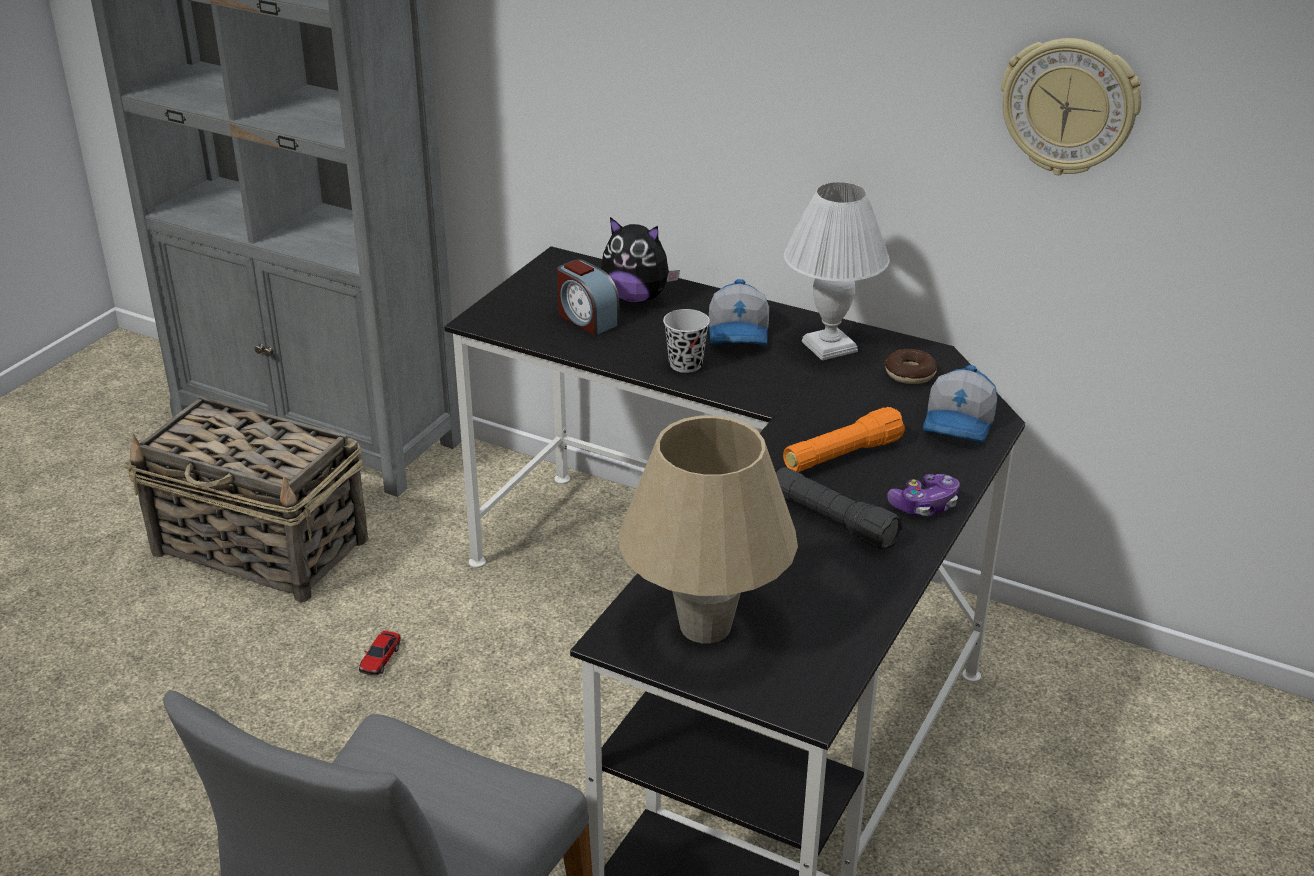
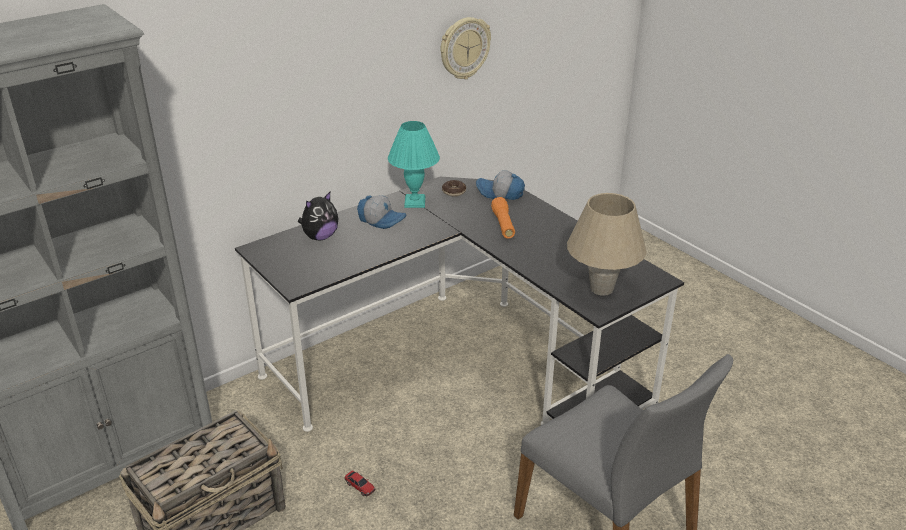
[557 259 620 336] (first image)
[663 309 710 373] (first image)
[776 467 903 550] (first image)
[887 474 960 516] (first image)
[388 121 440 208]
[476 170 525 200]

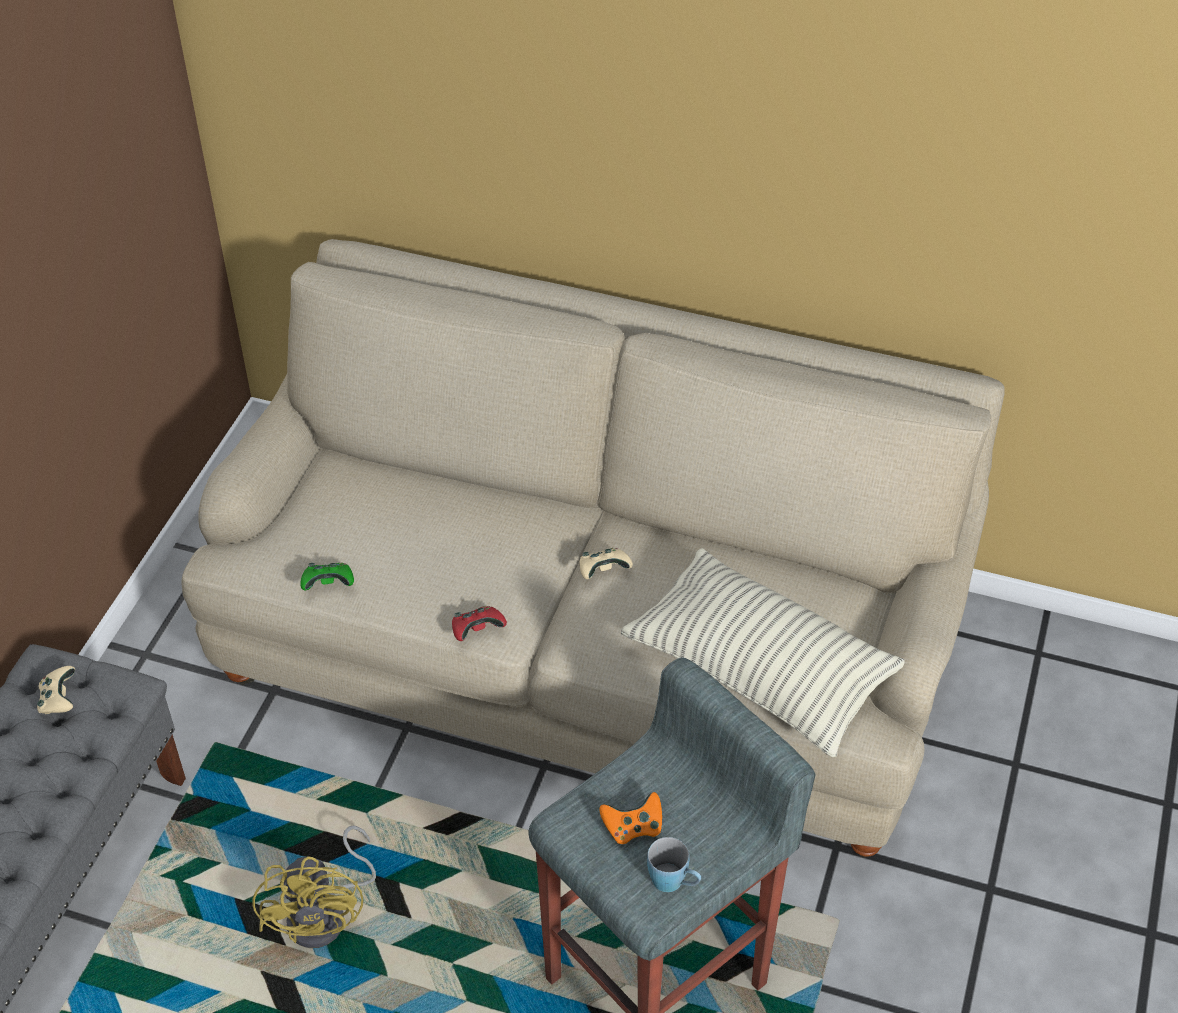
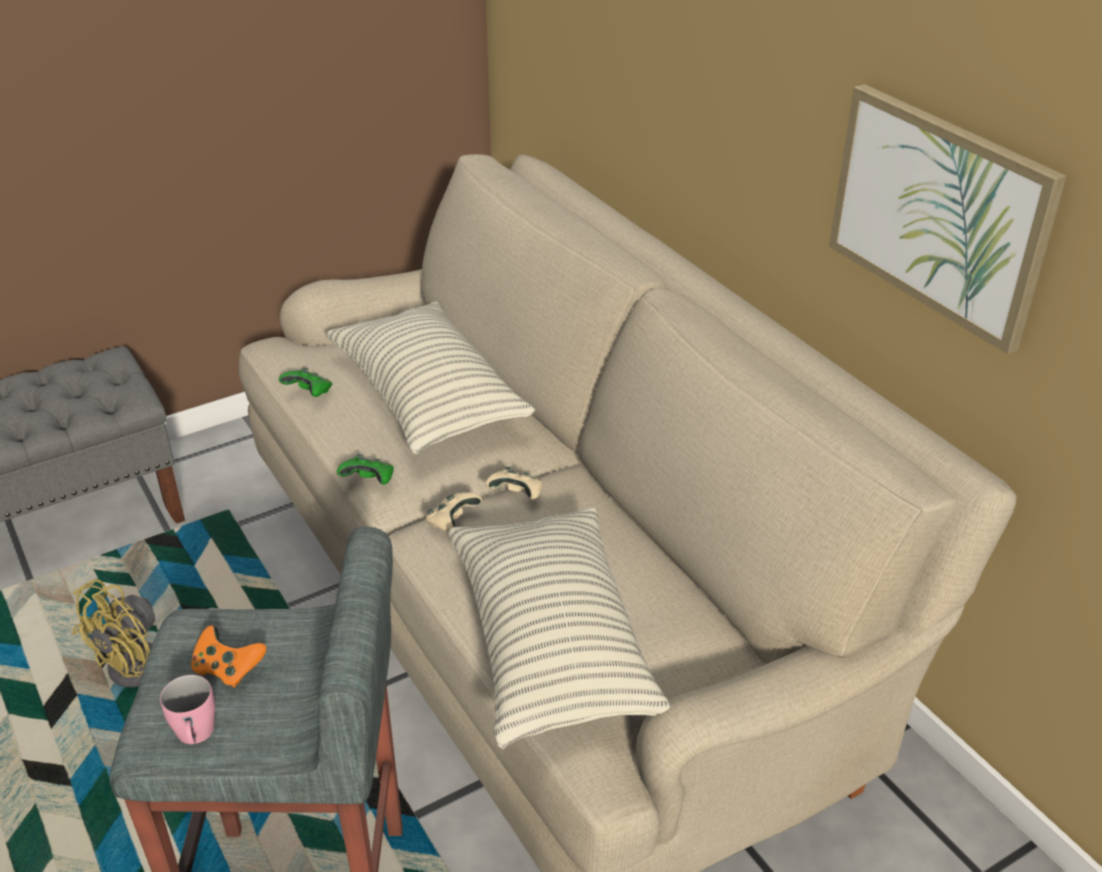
[326 302 535 454]
[829 84 1066 354]
[425 492 482 532]
[337 454 394 485]
[160 675 215 745]

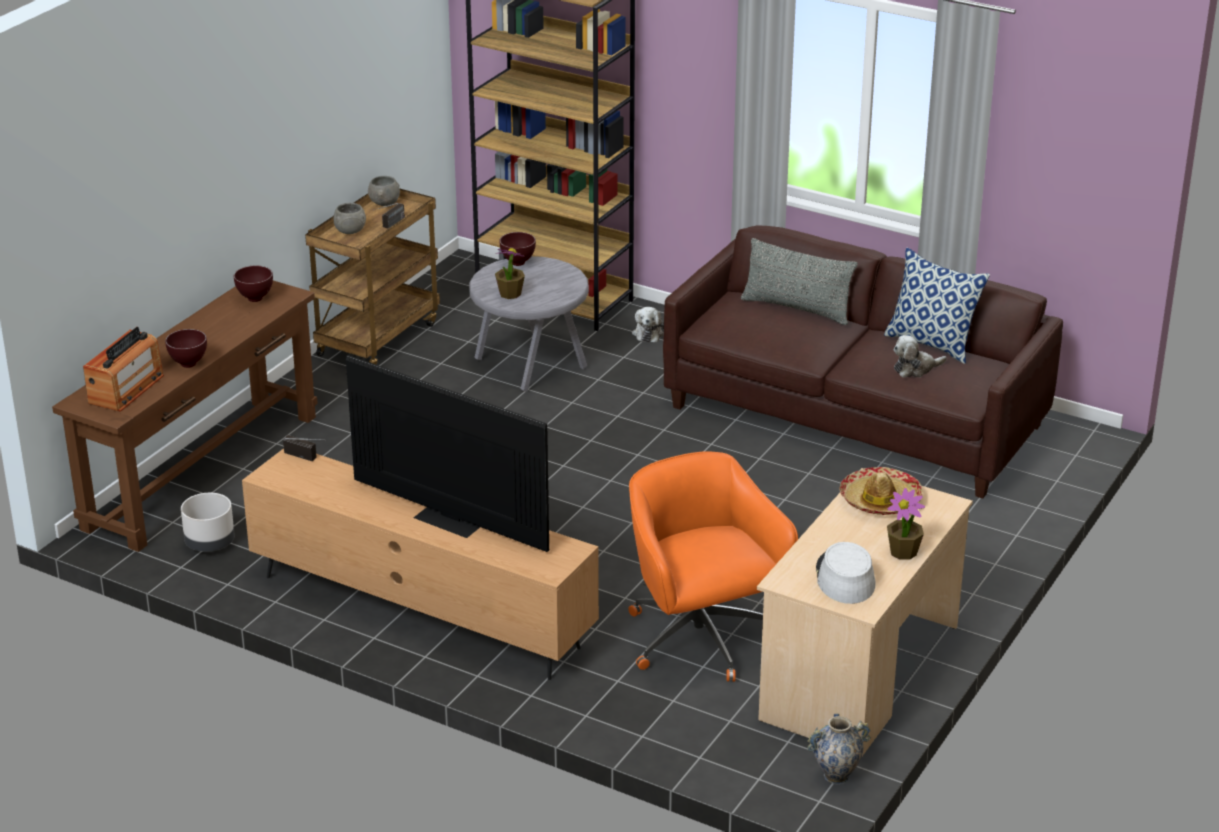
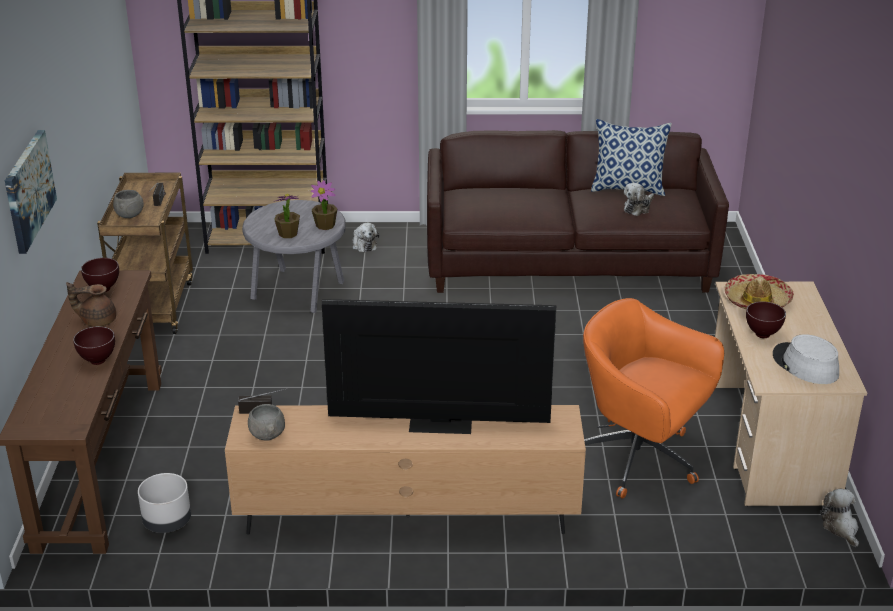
[83 327 164 412] (first image)
[741 238 858 325] (first image)
[5 130 57 254]
[66 282 116 327]
[248 404 285 440]
[746 301 786 338]
[311 180 338 230]
[821 489 859 547]

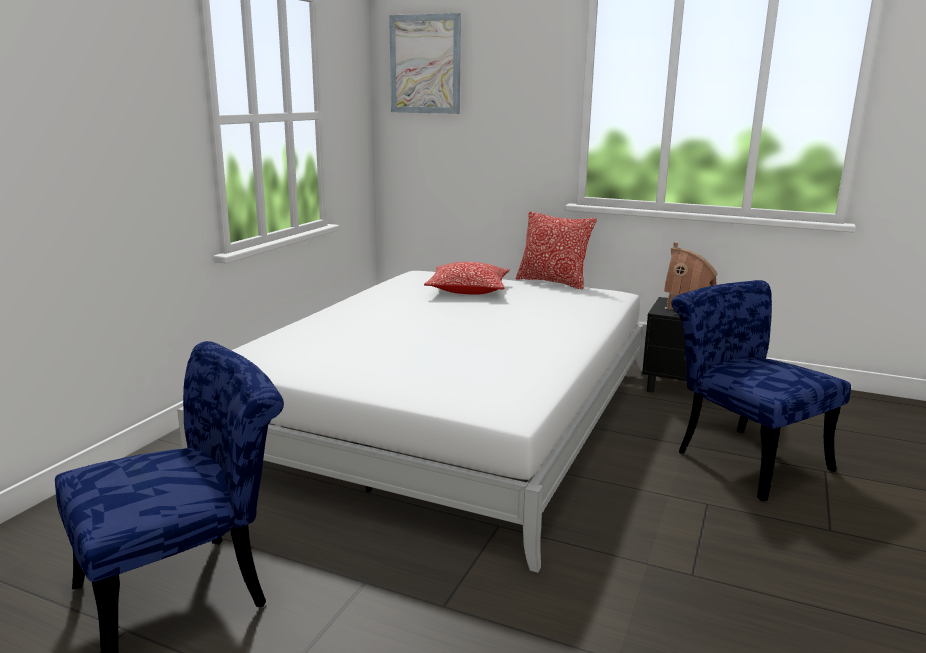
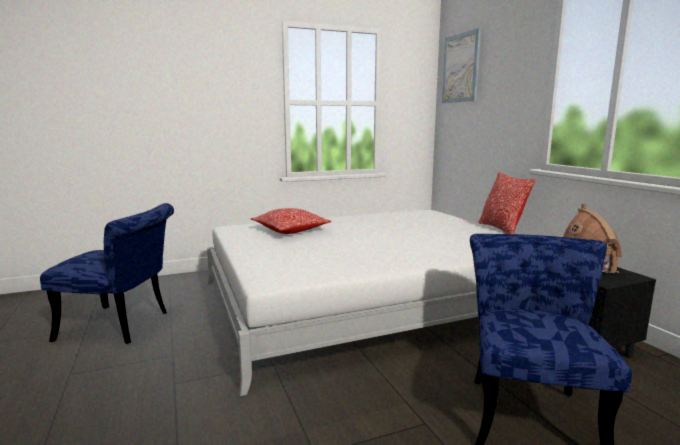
[251 208 331 234]

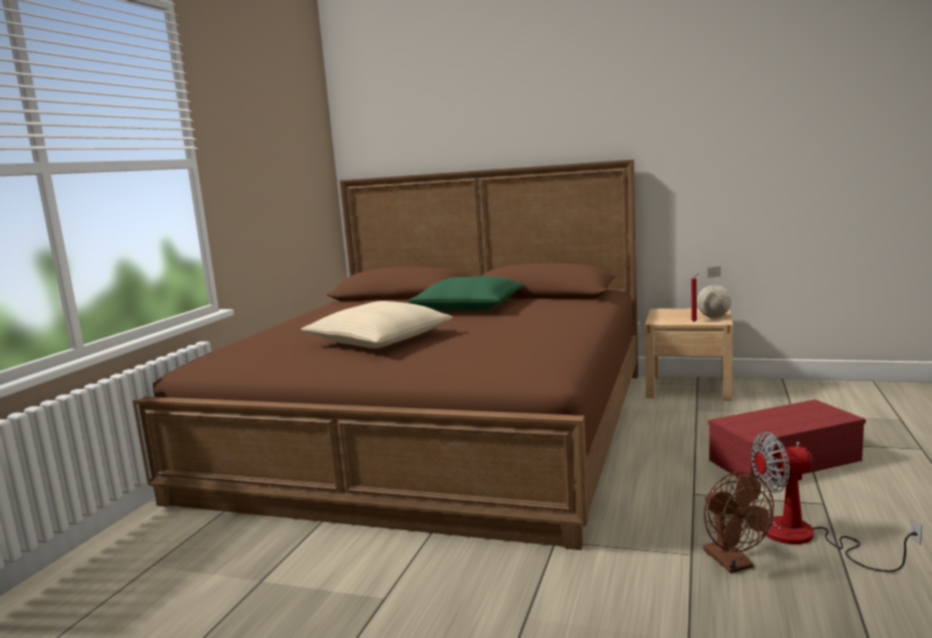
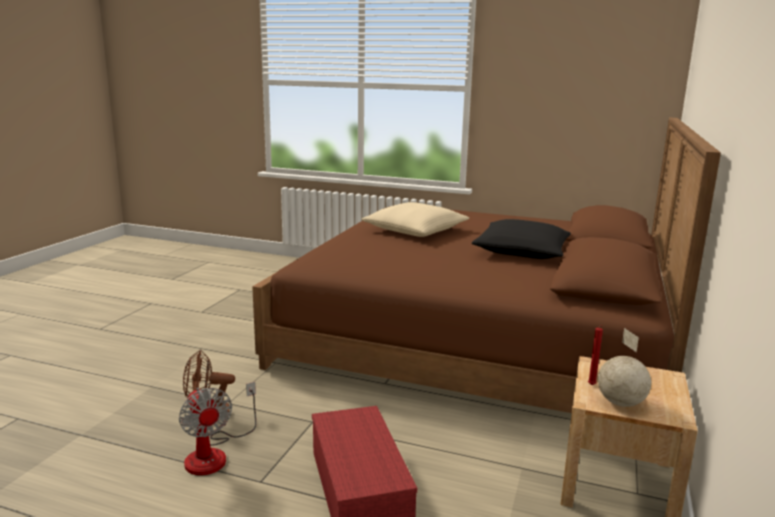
[472 219 571 259]
[179 382 256 475]

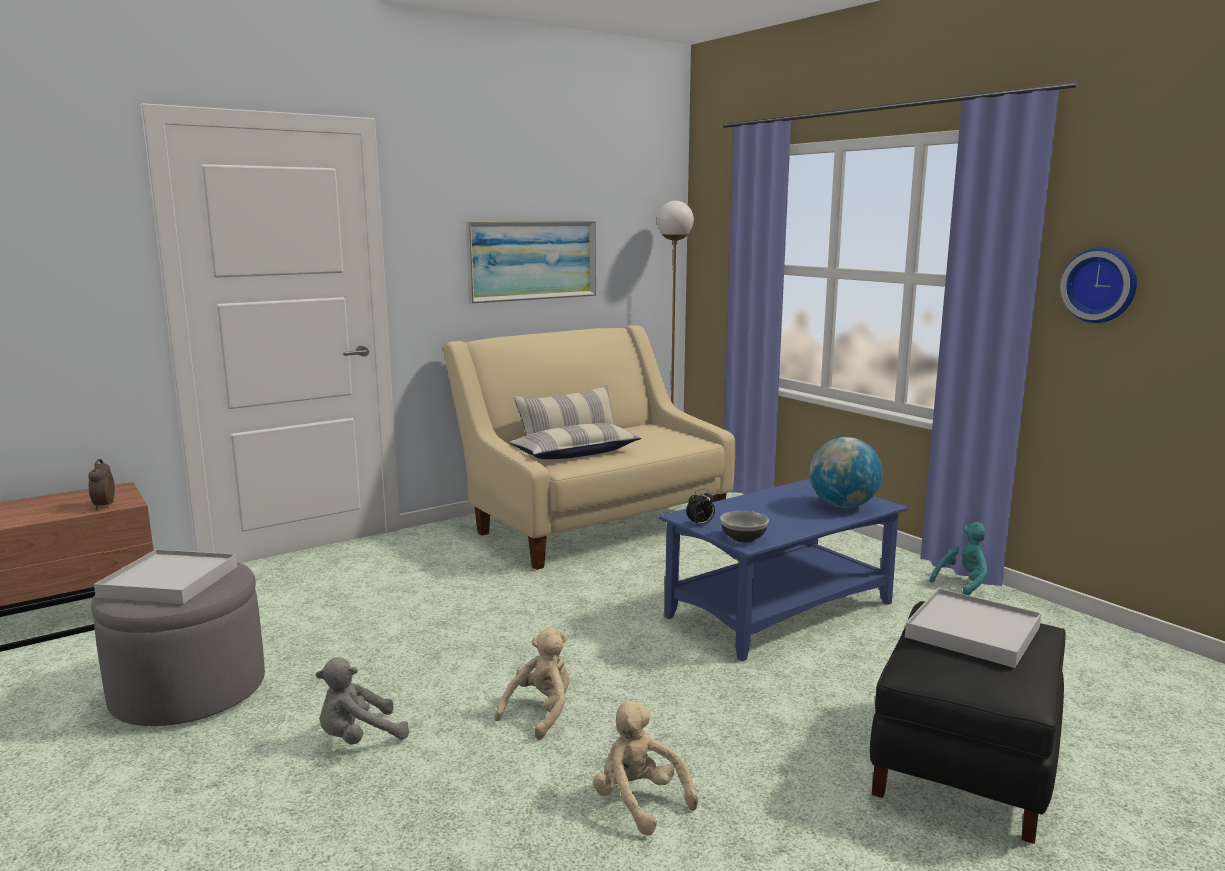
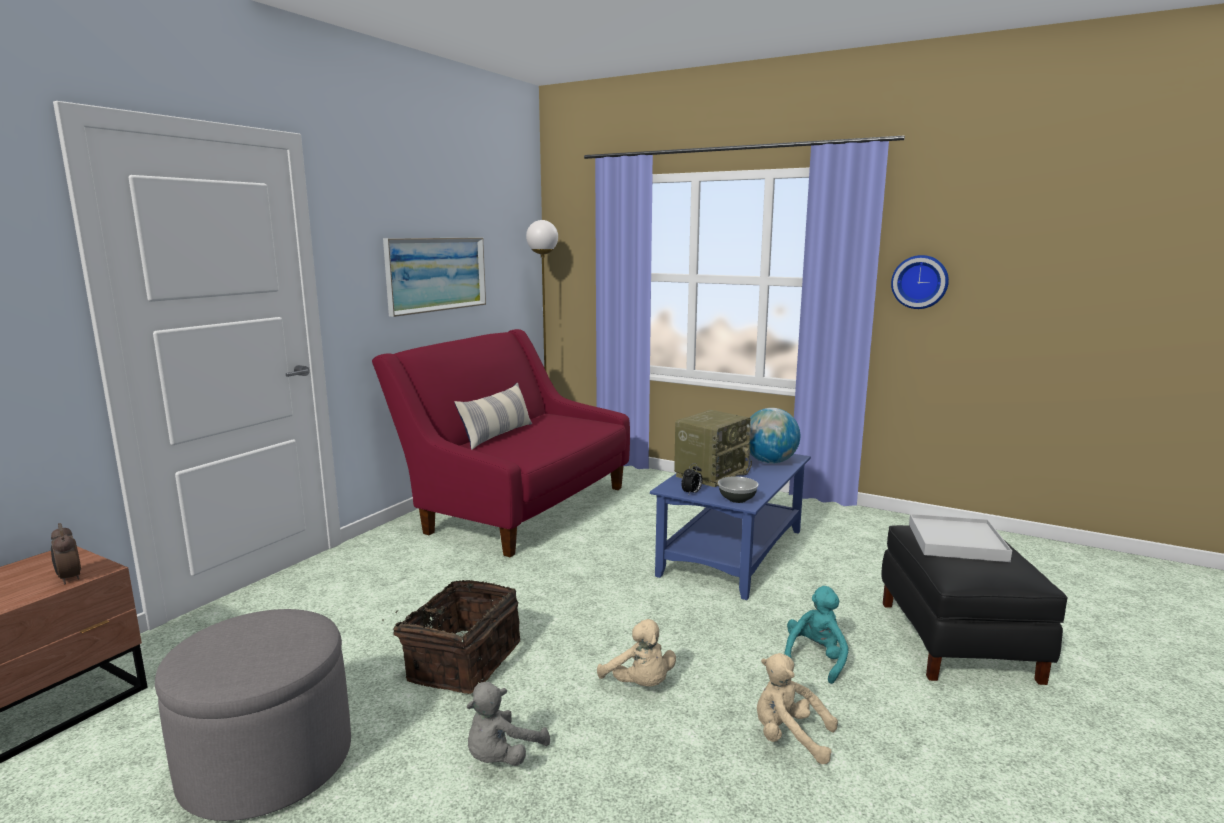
[94 549 237 604] (first image)
[509 423 641 459] (first image)
[382 580 520 694]
[674 410 752 487]
[784 586 849 684]
[372 329 630 557]
[597 619 676 687]

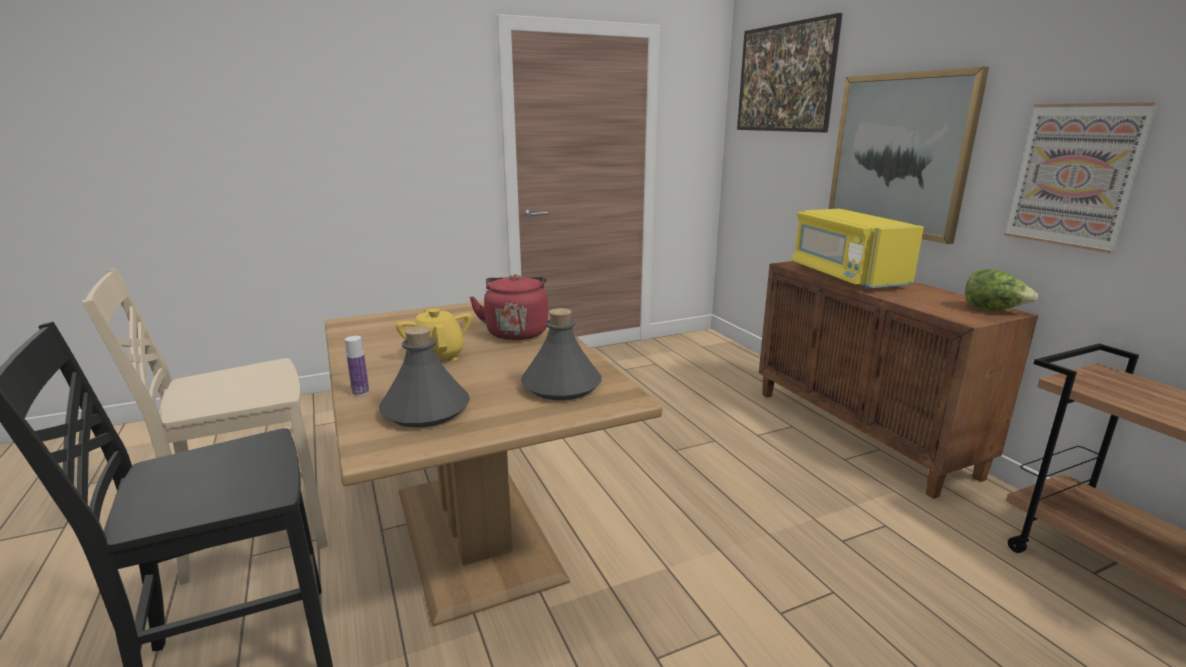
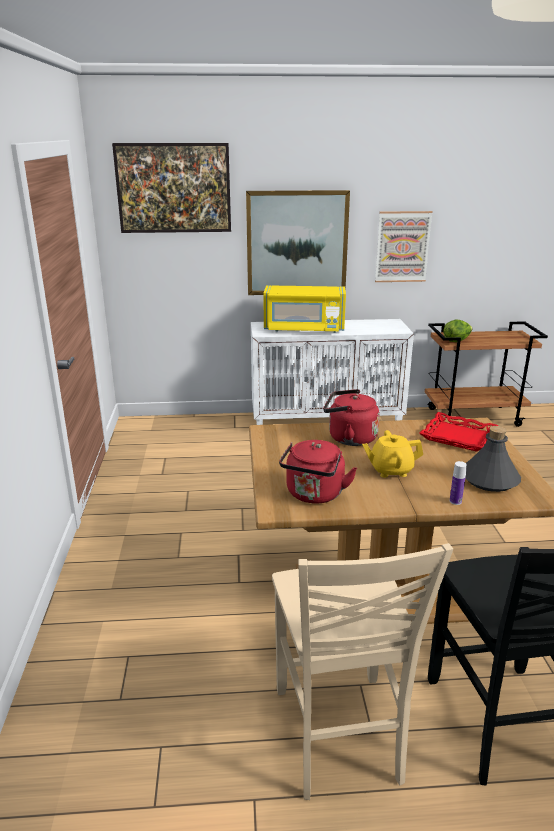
[279 440 357 504]
[443 320 472 342]
[419 412 498 452]
[251 319 414 425]

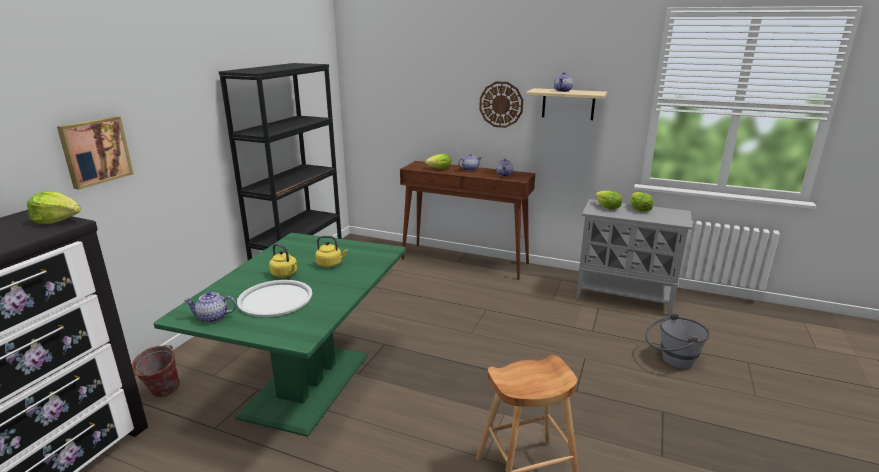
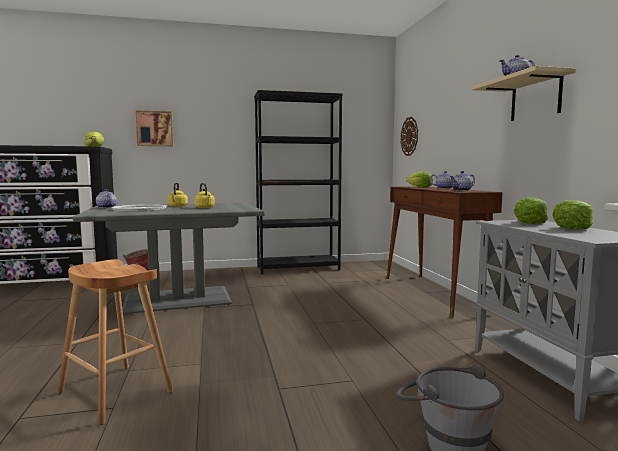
[401 117 418 156]
[73 203 265 314]

